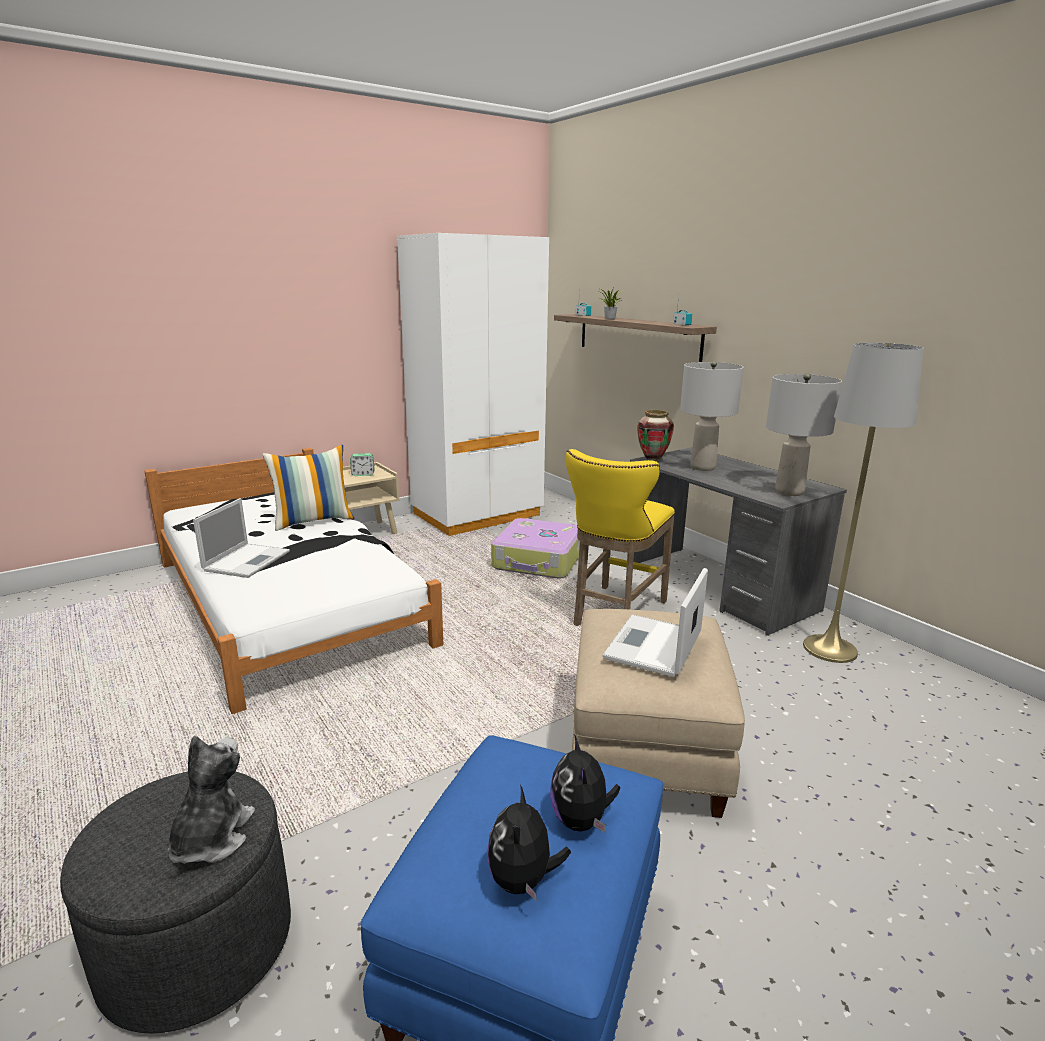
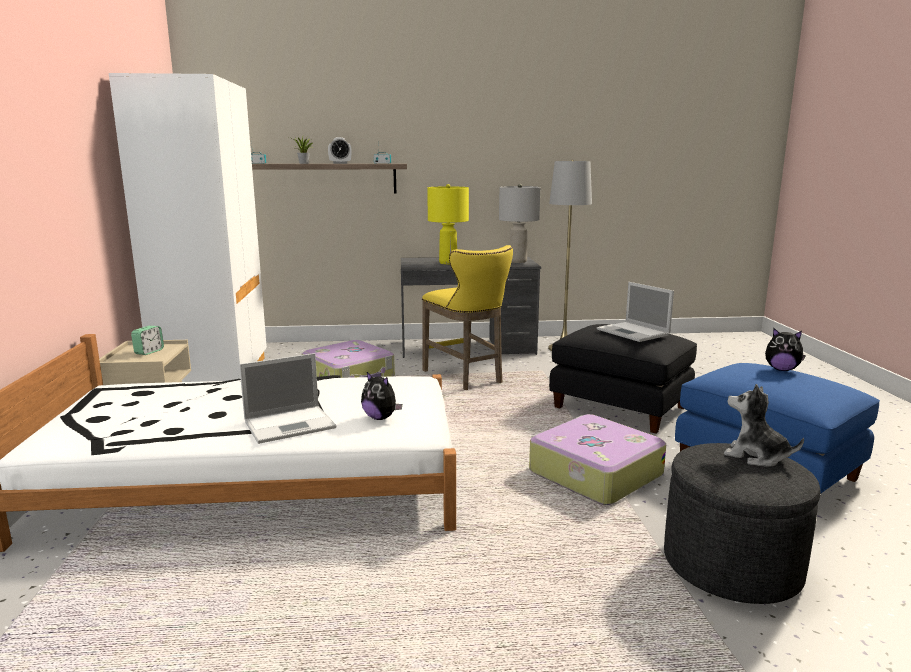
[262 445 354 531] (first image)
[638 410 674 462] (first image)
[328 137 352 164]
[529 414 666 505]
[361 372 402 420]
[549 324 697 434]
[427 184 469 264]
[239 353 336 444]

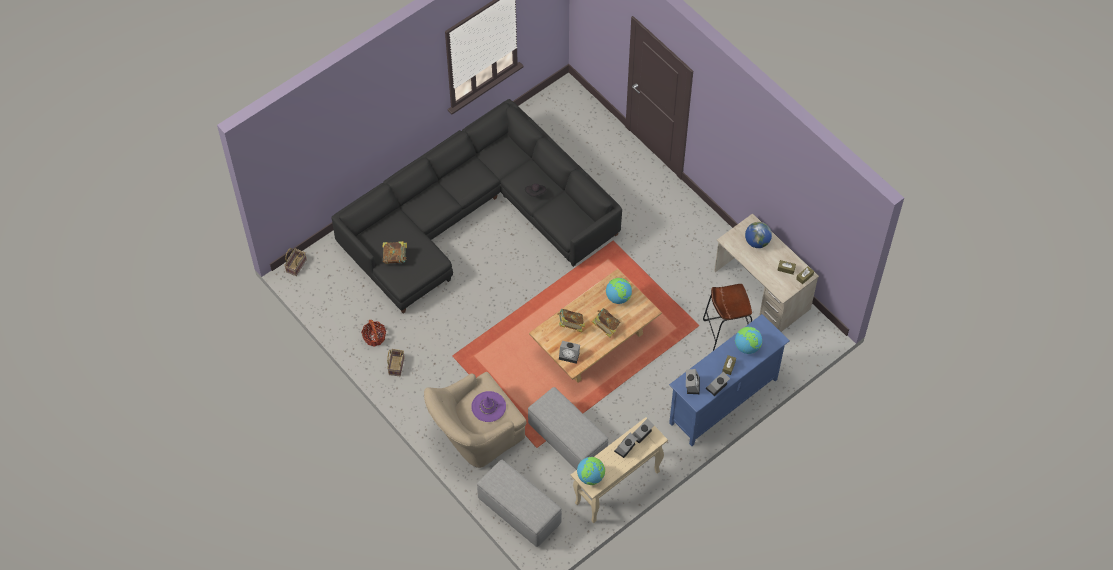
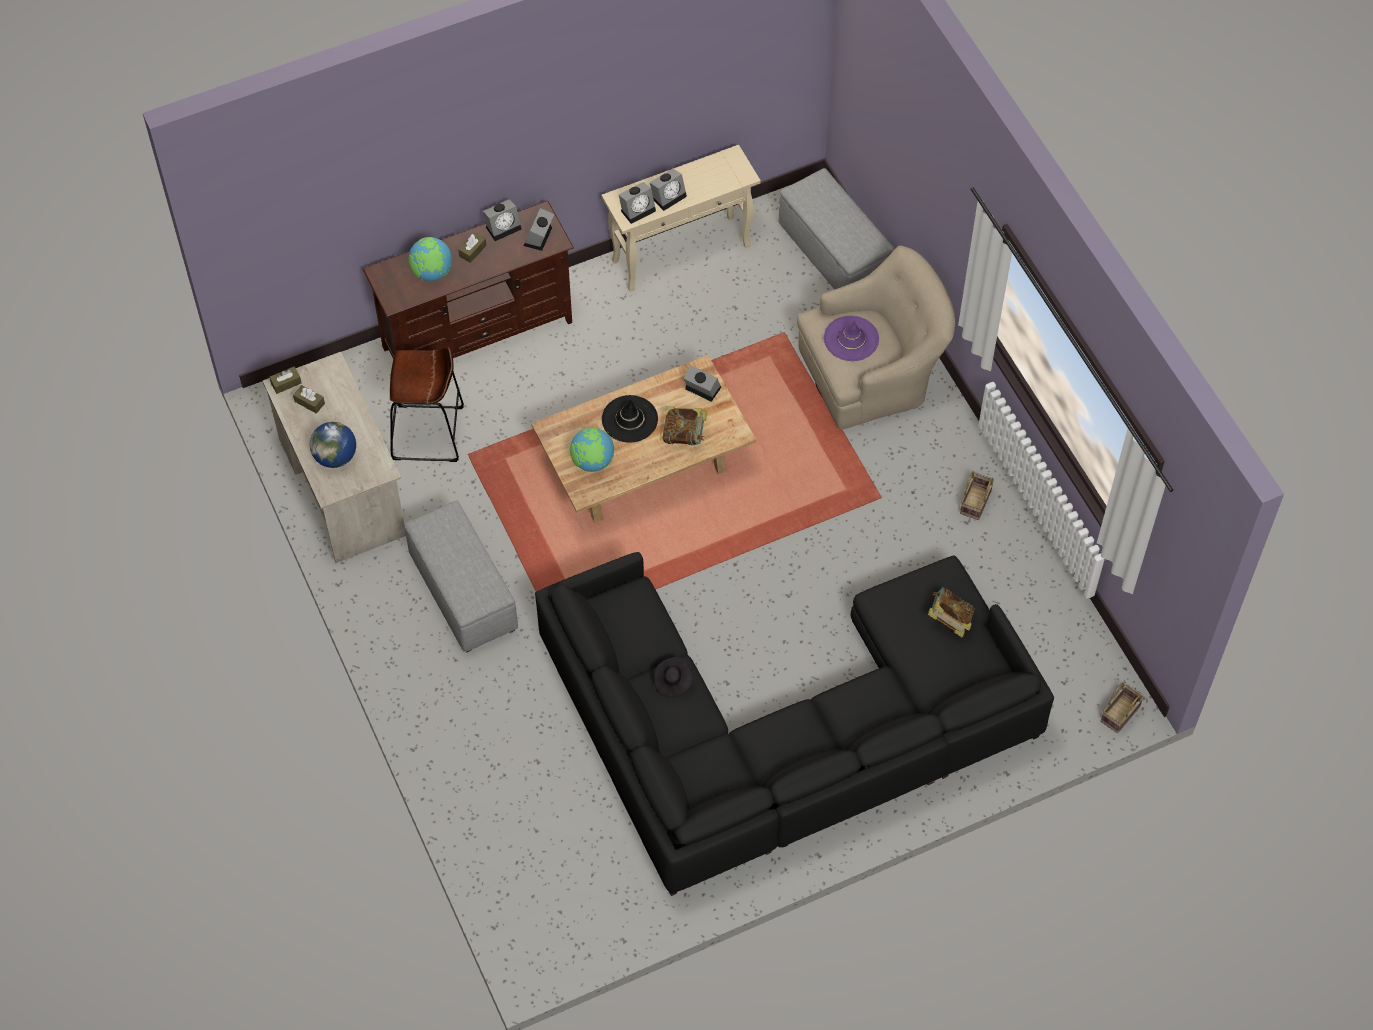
[361 320 386 347] (first image)
[577 457 605 485] (first image)
[404 500 518 652]
[602 395 658 443]
[363 201 574 359]

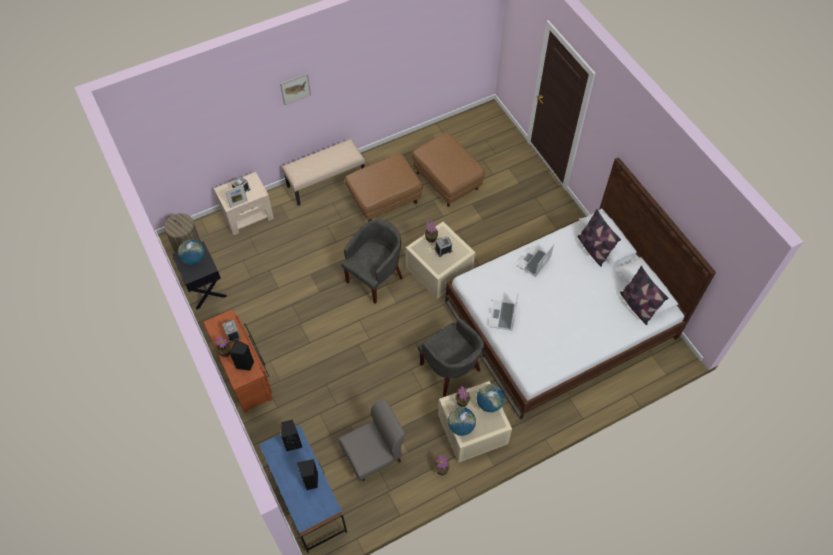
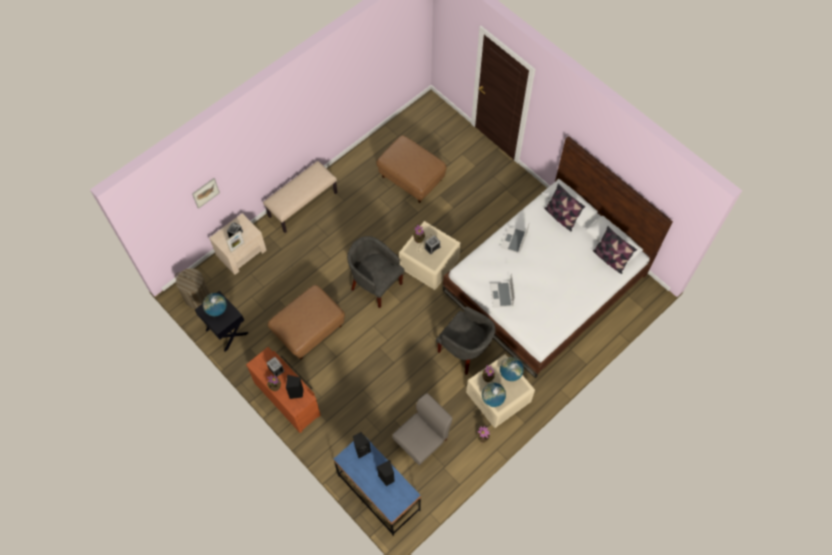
[192 178 220 209]
[267 285 345 360]
[347 236 405 308]

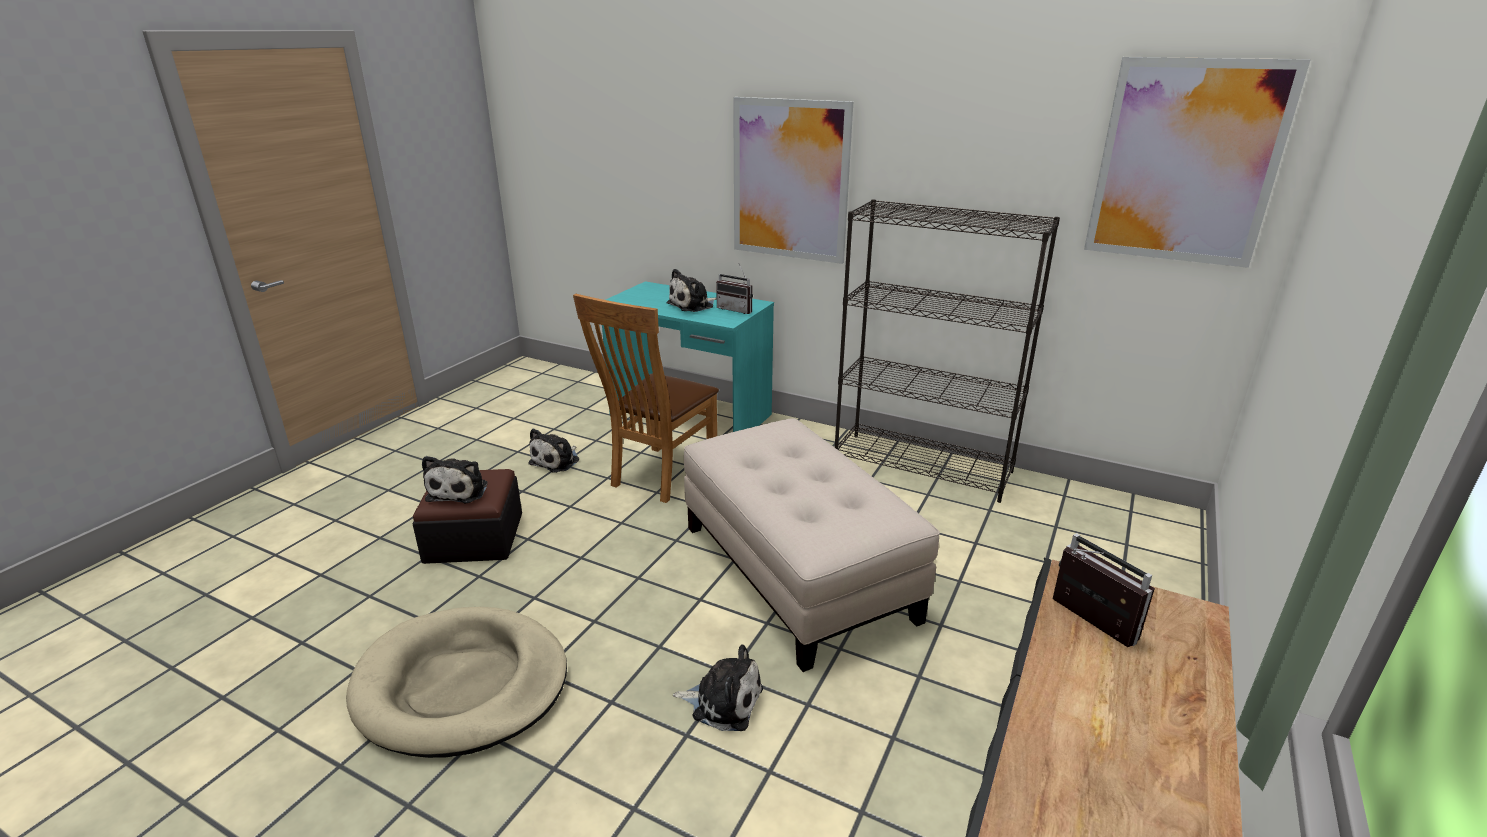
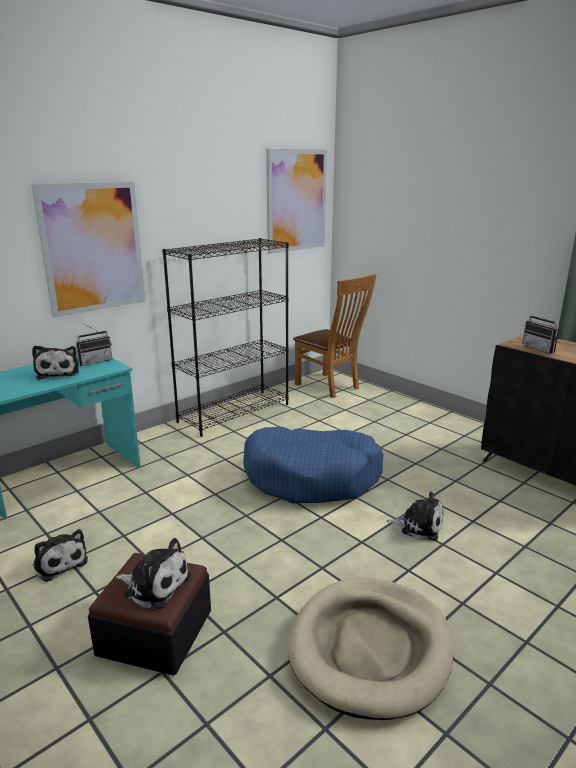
[293 274 376 398]
[243 427 384 503]
[387 491 443 541]
[522 308 559 354]

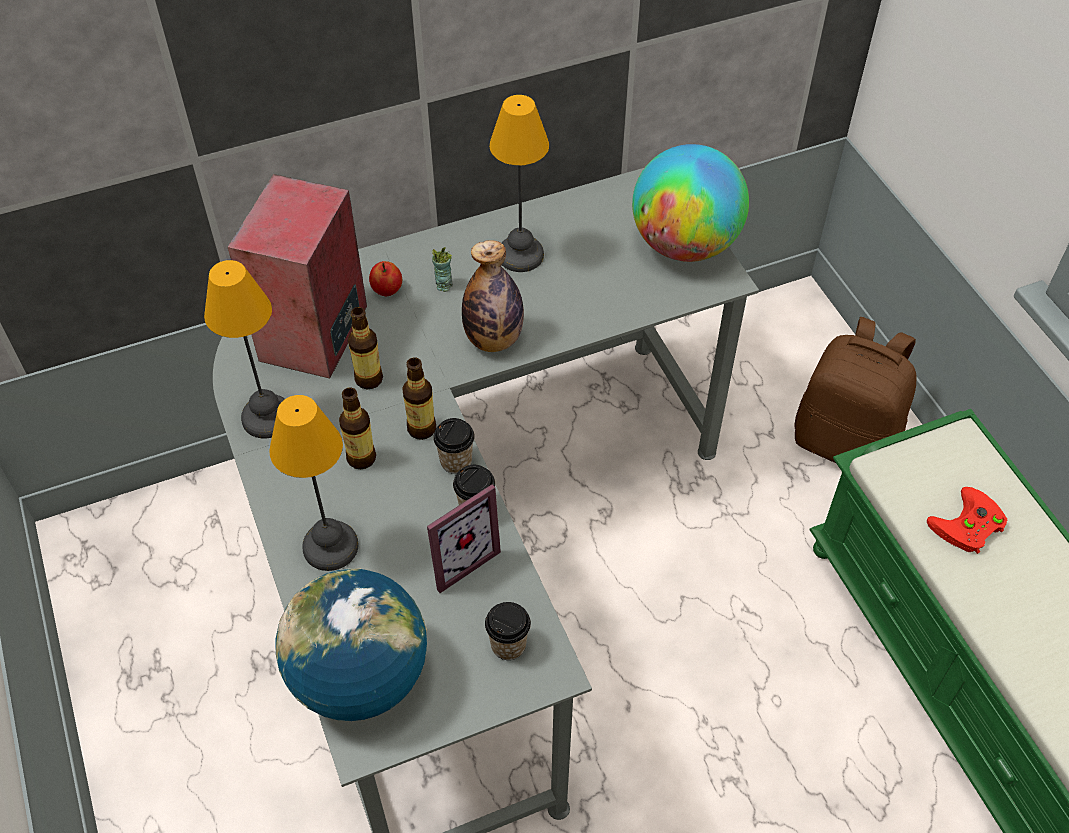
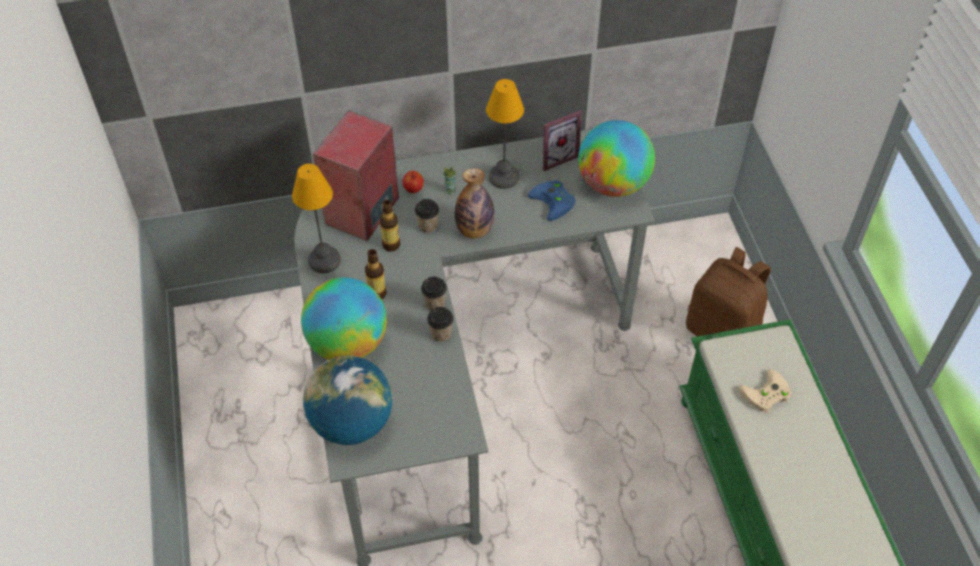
[402 357 436 440] (first image)
[528 180 576 221]
[543 110 582 171]
[415 199 439 233]
[301 278 387 360]
[739 369 791 413]

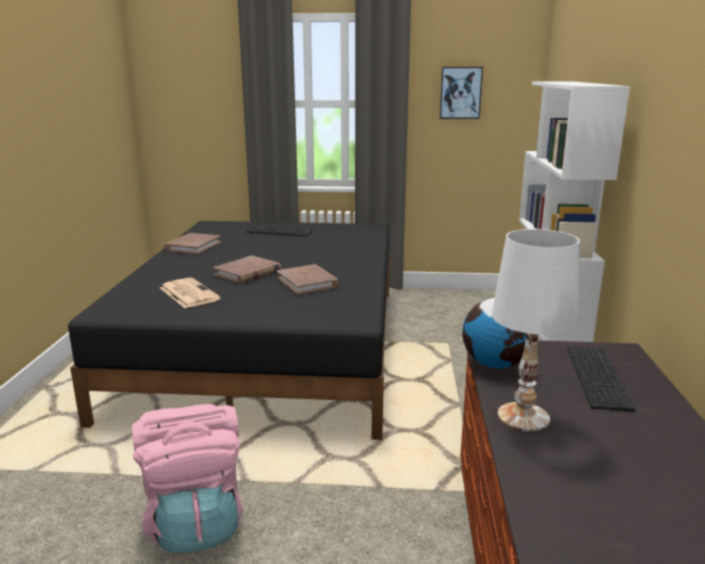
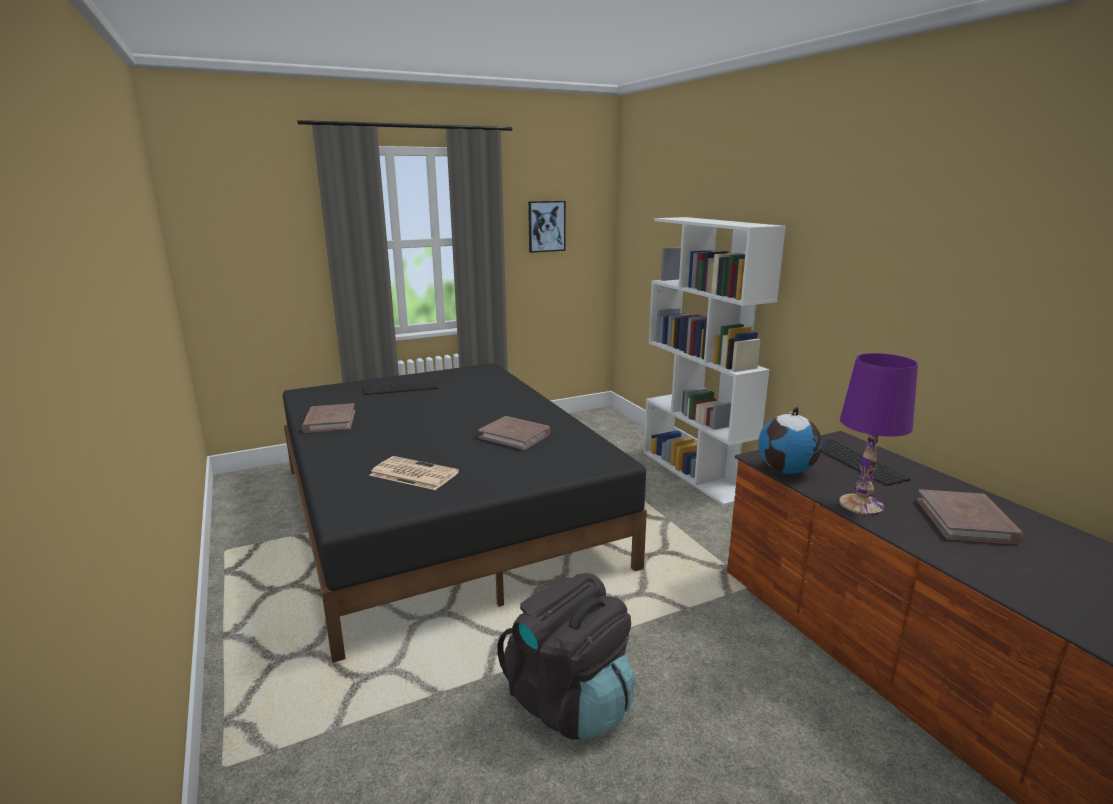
[916 489 1023 545]
[497 573 634 739]
[839 353 918 515]

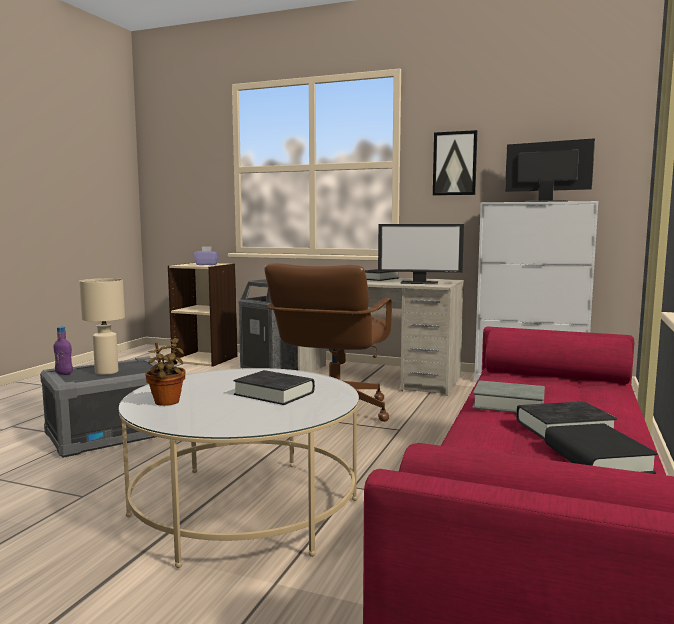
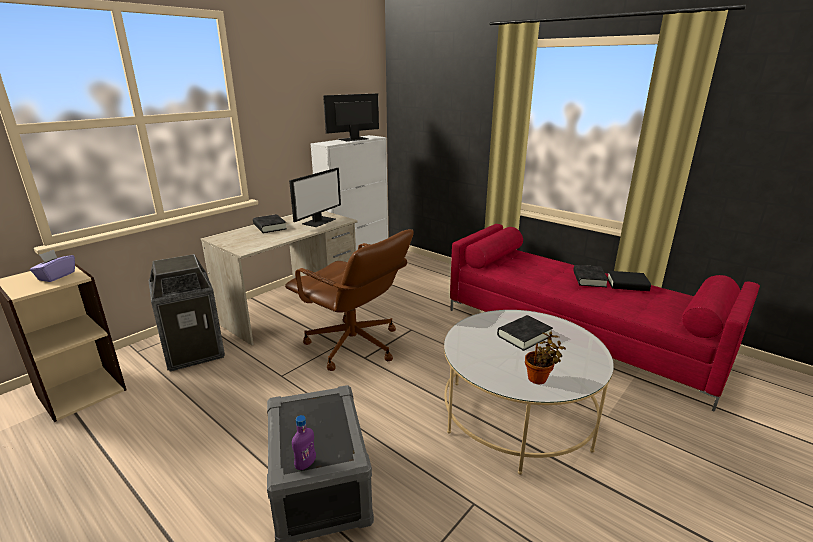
[79 278 125 375] (first image)
[433 130 477 196] (first image)
[472 380 545 413] (first image)

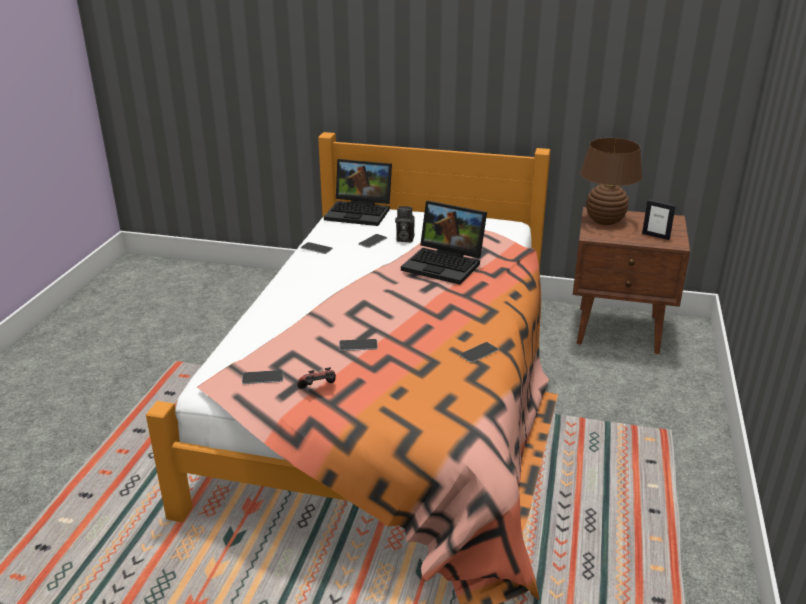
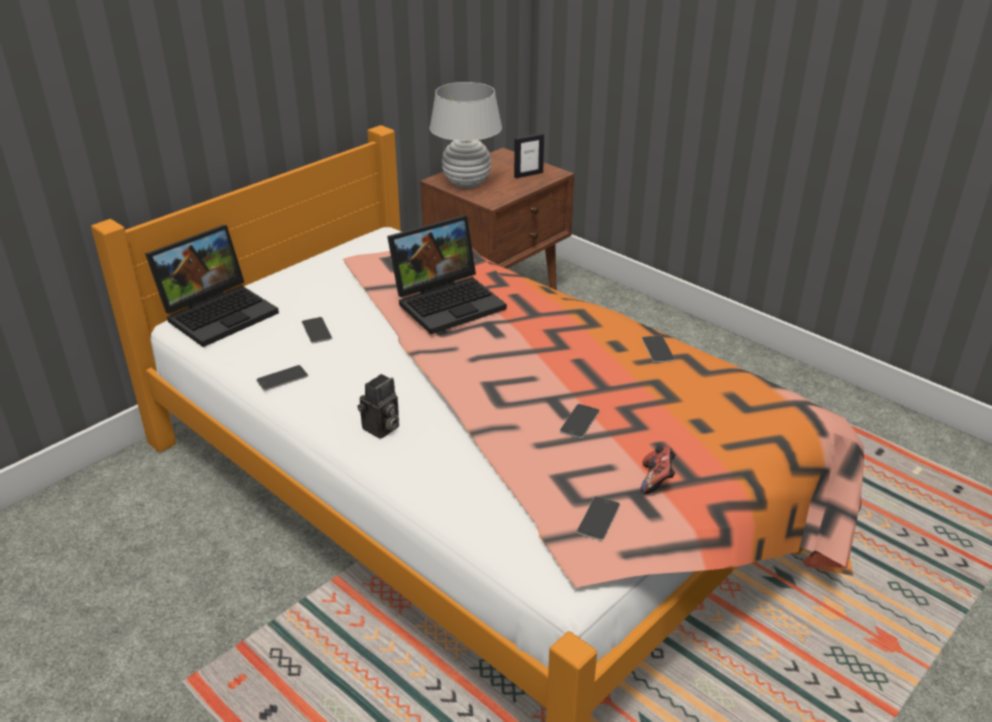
[357 374 399 439]
[430 82 502 188]

